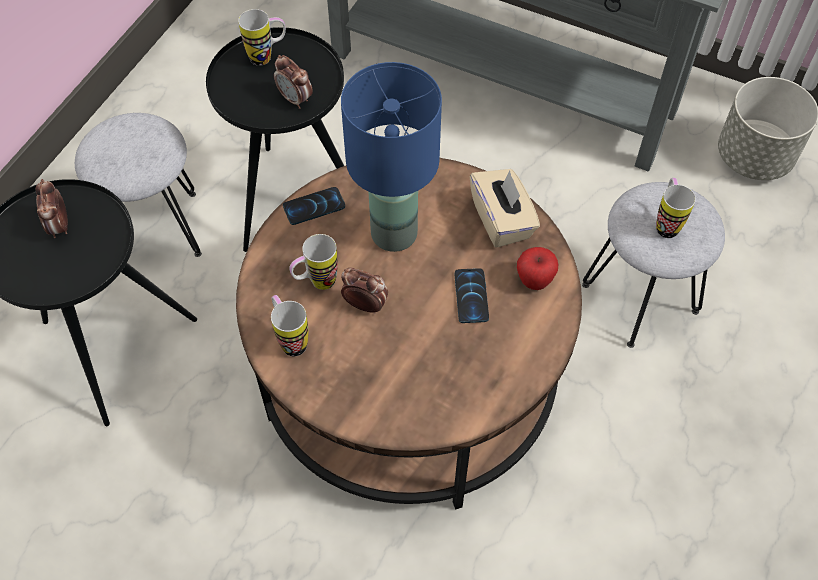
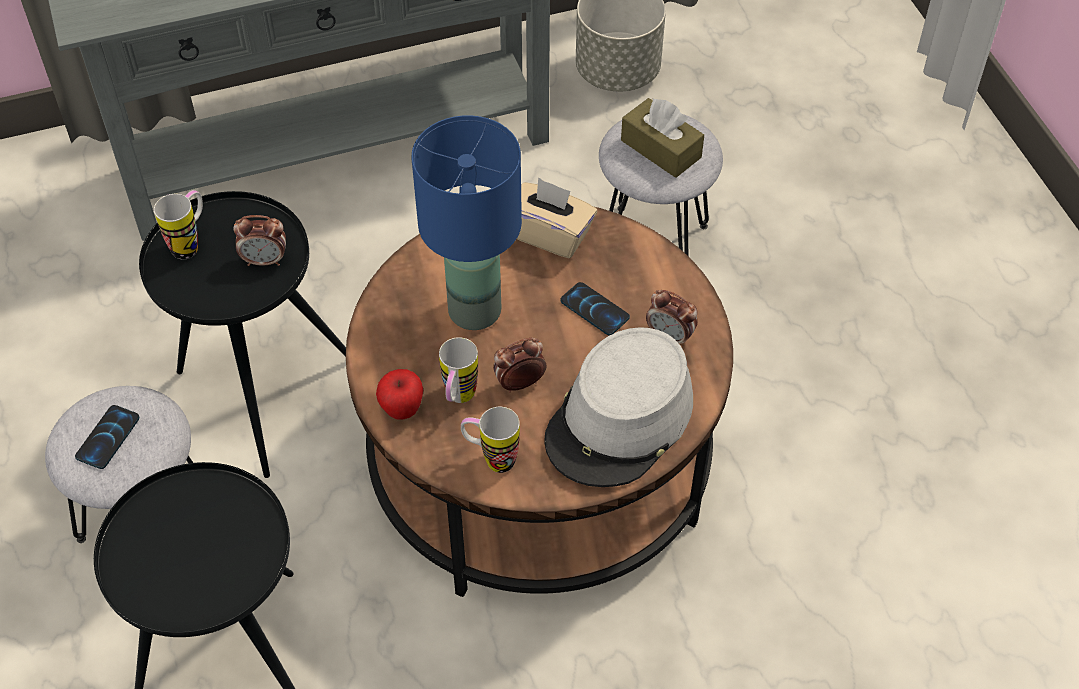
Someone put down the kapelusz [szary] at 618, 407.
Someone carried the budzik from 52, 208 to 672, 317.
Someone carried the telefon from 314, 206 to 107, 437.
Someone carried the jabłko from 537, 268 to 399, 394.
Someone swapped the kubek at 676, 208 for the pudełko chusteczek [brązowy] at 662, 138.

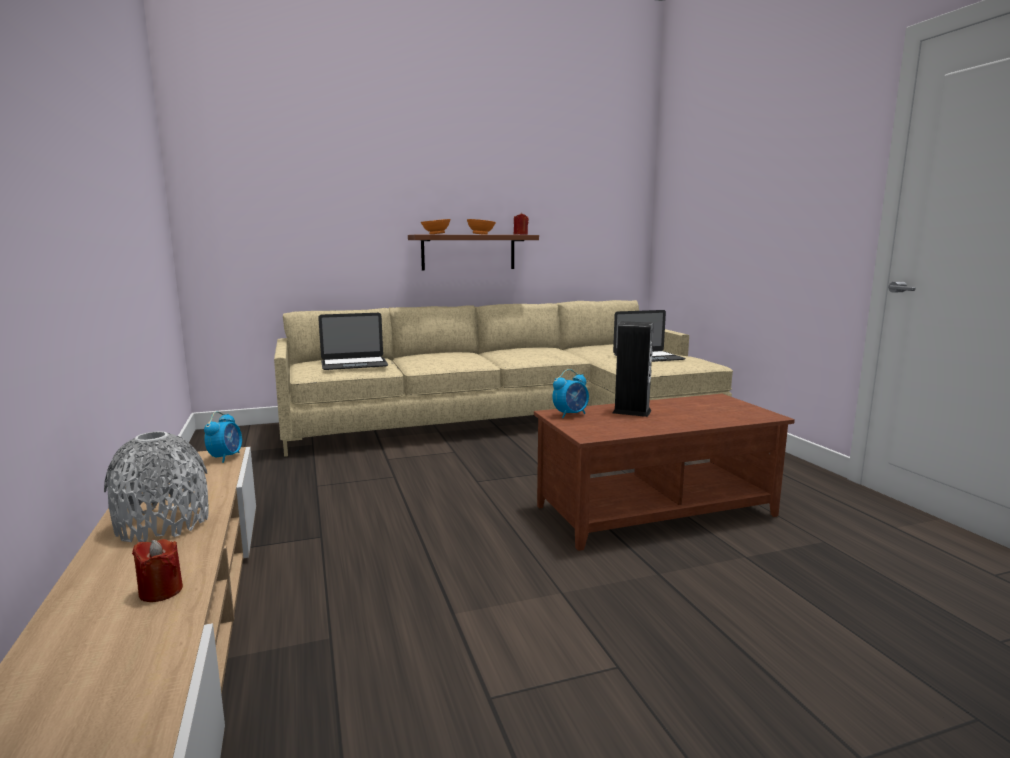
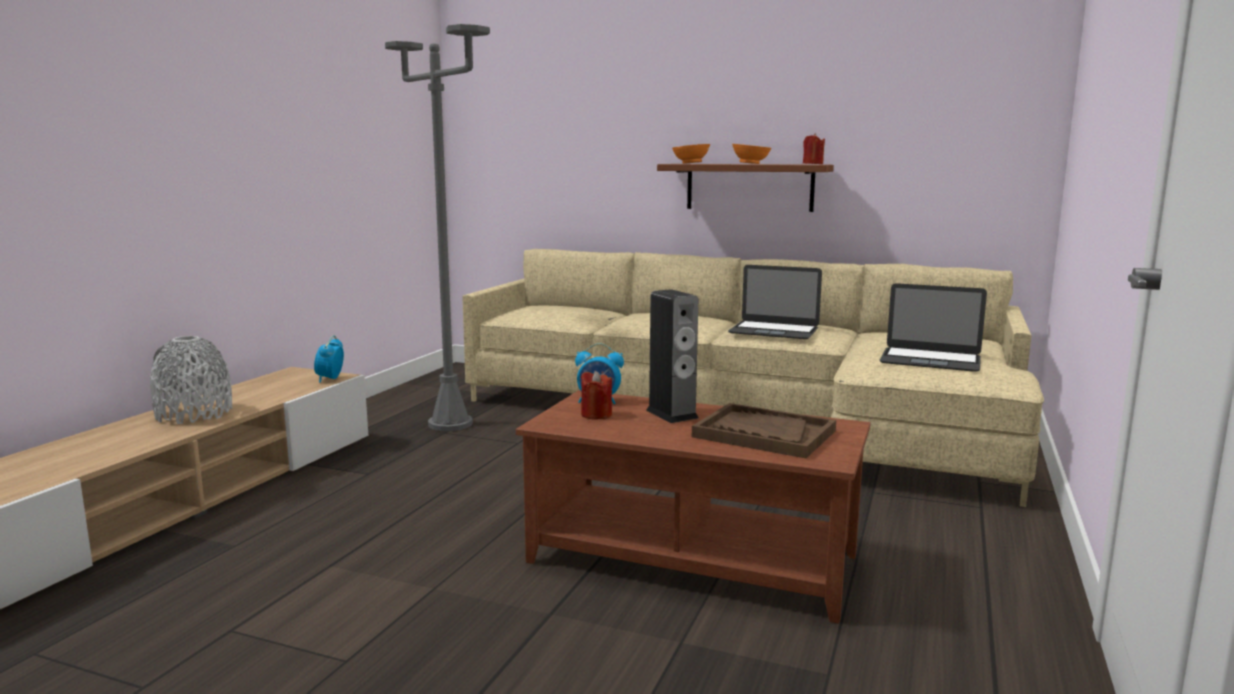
Someone put down the lampa stojąca [szary] at 437, 227.
Someone put down the taca [brązowy] at 764, 430.
Someone carried the świeca [czerwony] from 157, 570 to 596, 395.
Someone carried the laptop from 353, 341 to 775, 302.
Someone rotated the budzik at 223, 437 by 135 degrees clockwise.

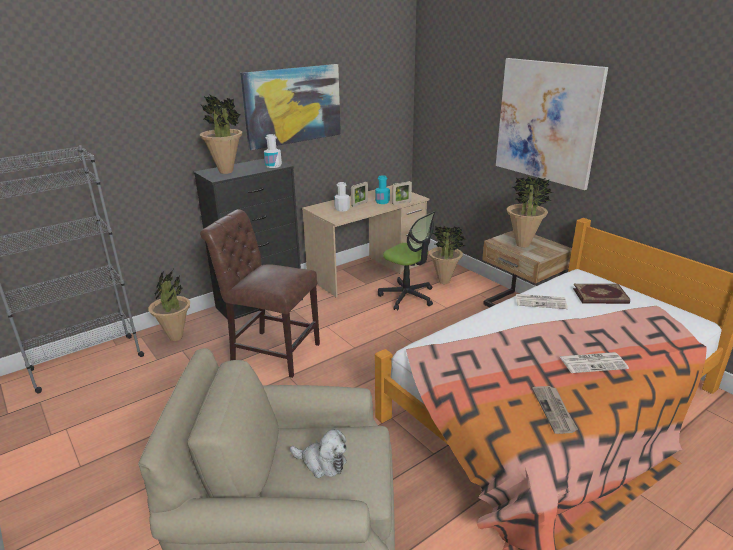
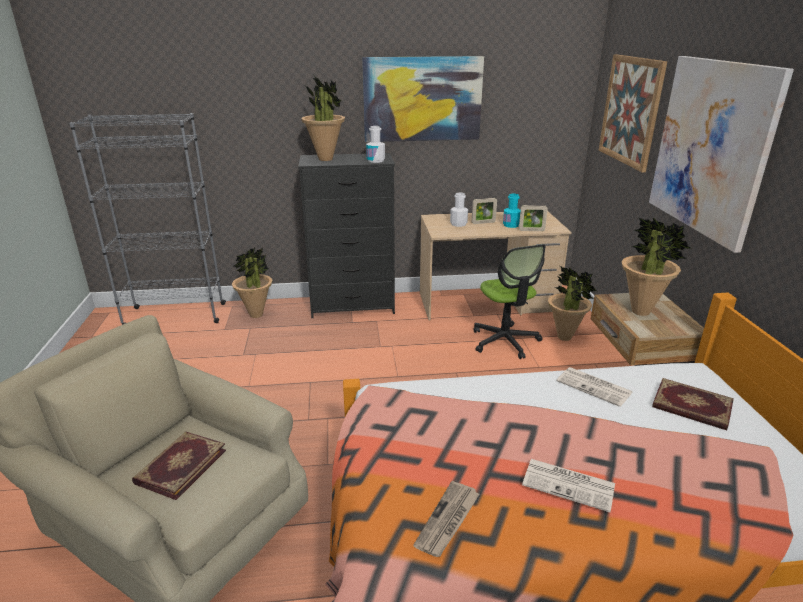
Someone took away the krzesło [brązowy] at 260, 293.
Someone put up the obraz at 633, 113.
Someone swapped the pluszak at 318, 453 for the książka at 179, 465.

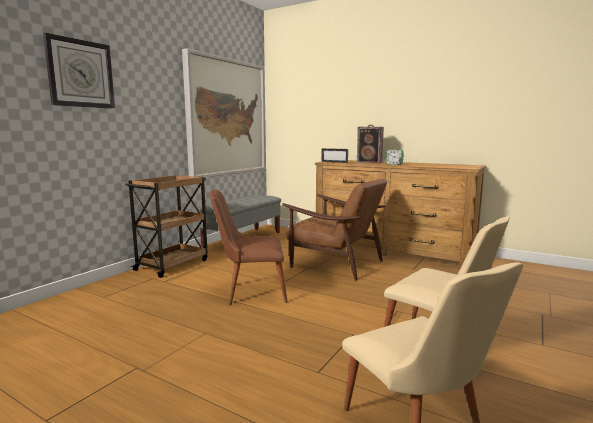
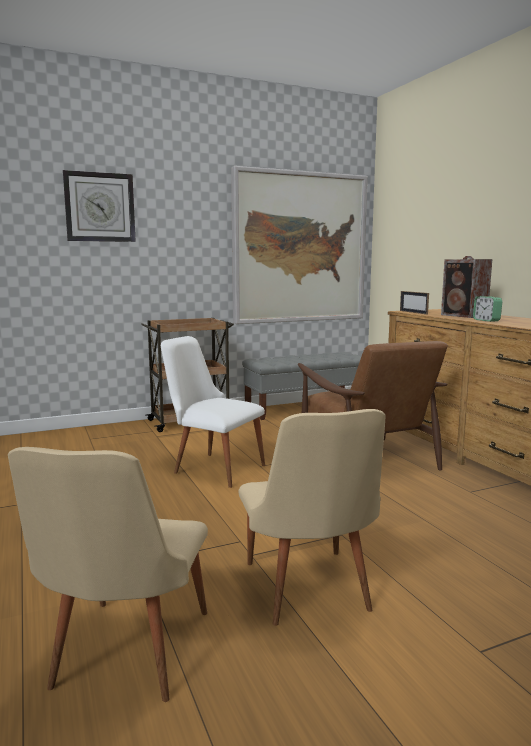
Someone repainted the krzesło [brązowy] at 248, 247, which became the krzesło [biały] at 213, 412.

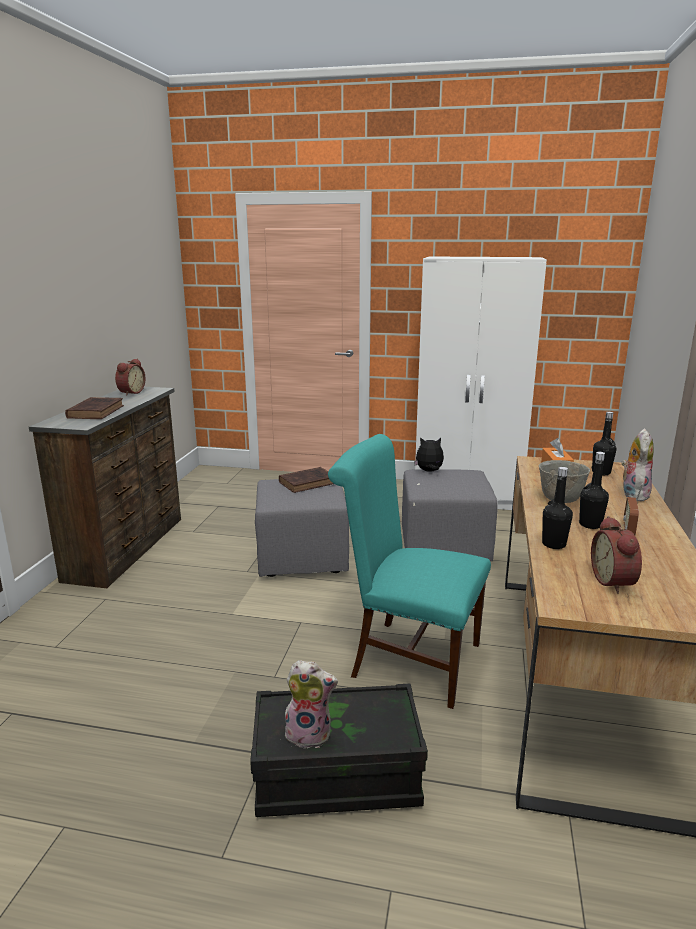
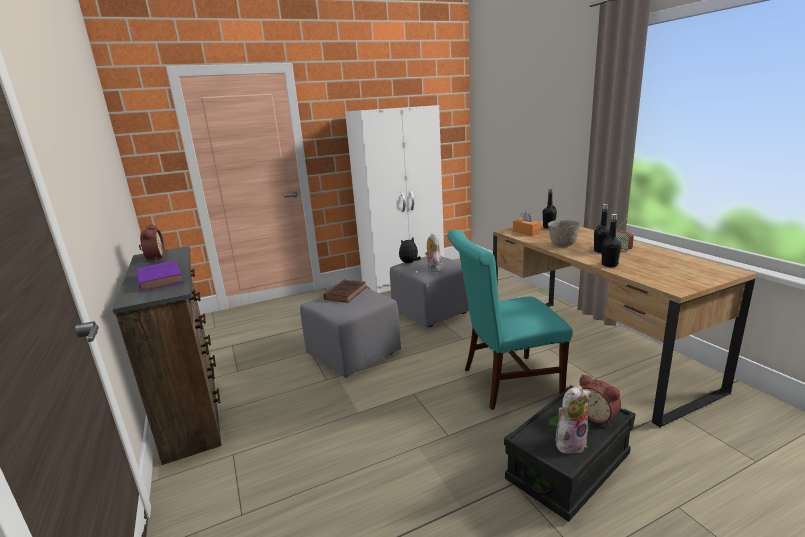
Someone carried the budzik from 616, 555 to 600, 400.
Someone carried the pluszak from 637, 464 to 433, 252.
Someone repainted the książka [brązowy] at 94, 408, which became the książka [fioletowy] at 159, 276.

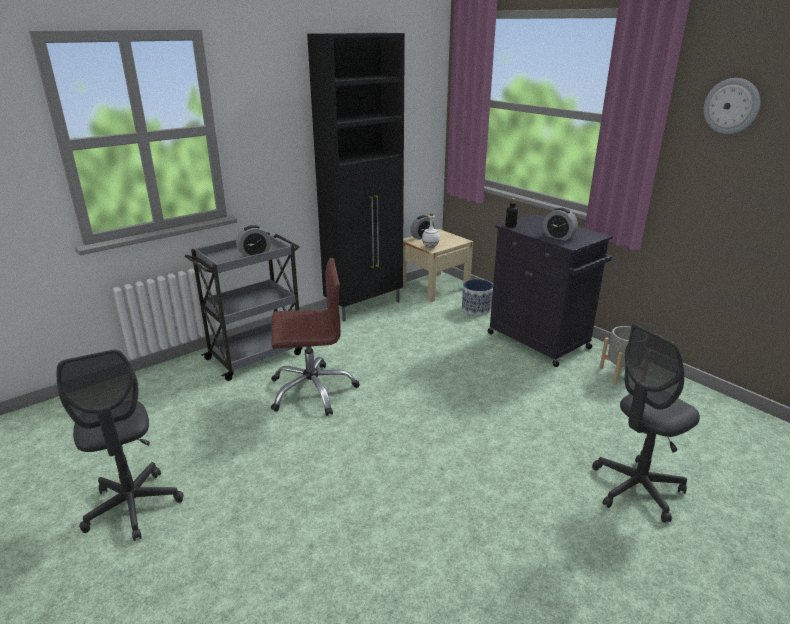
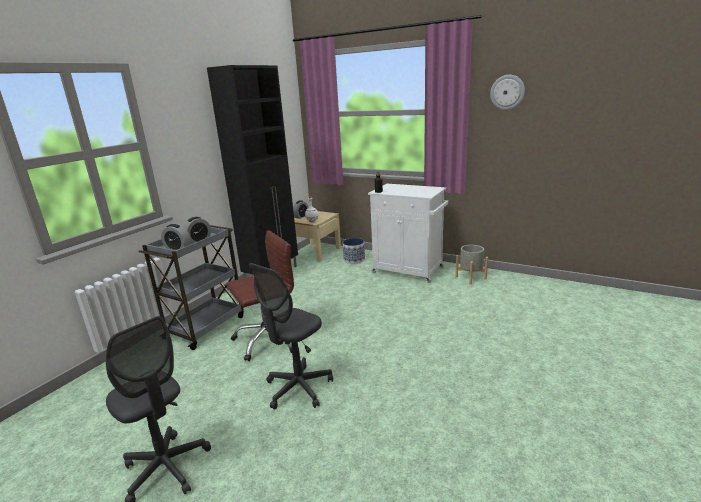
Someone carried the budzik from 560, 224 to 176, 237.
Someone carried the krzesło biurowe [szary] from 646, 423 to 291, 336.
Someone repainted the szafka [czarny] at 550, 290, which became the szafka [biały] at 408, 233.

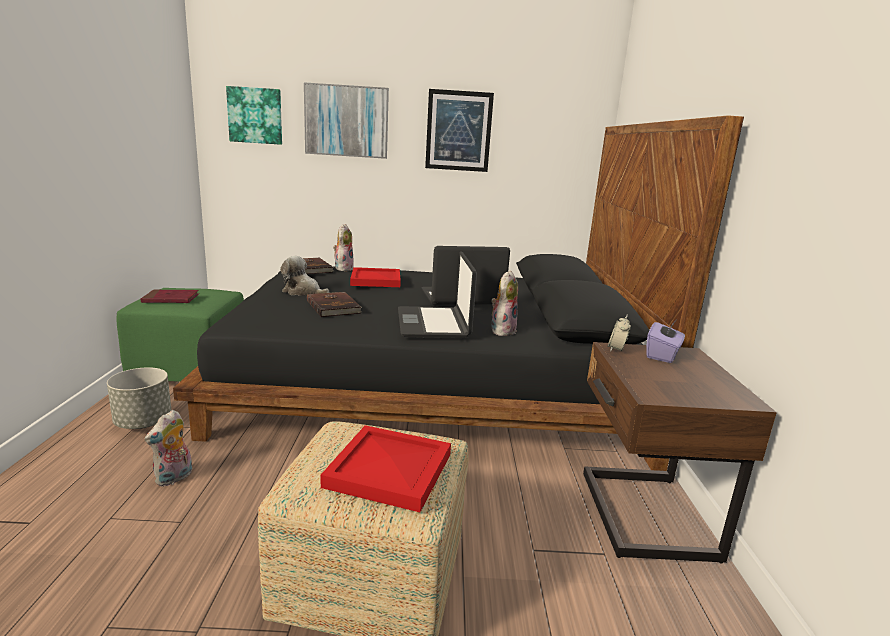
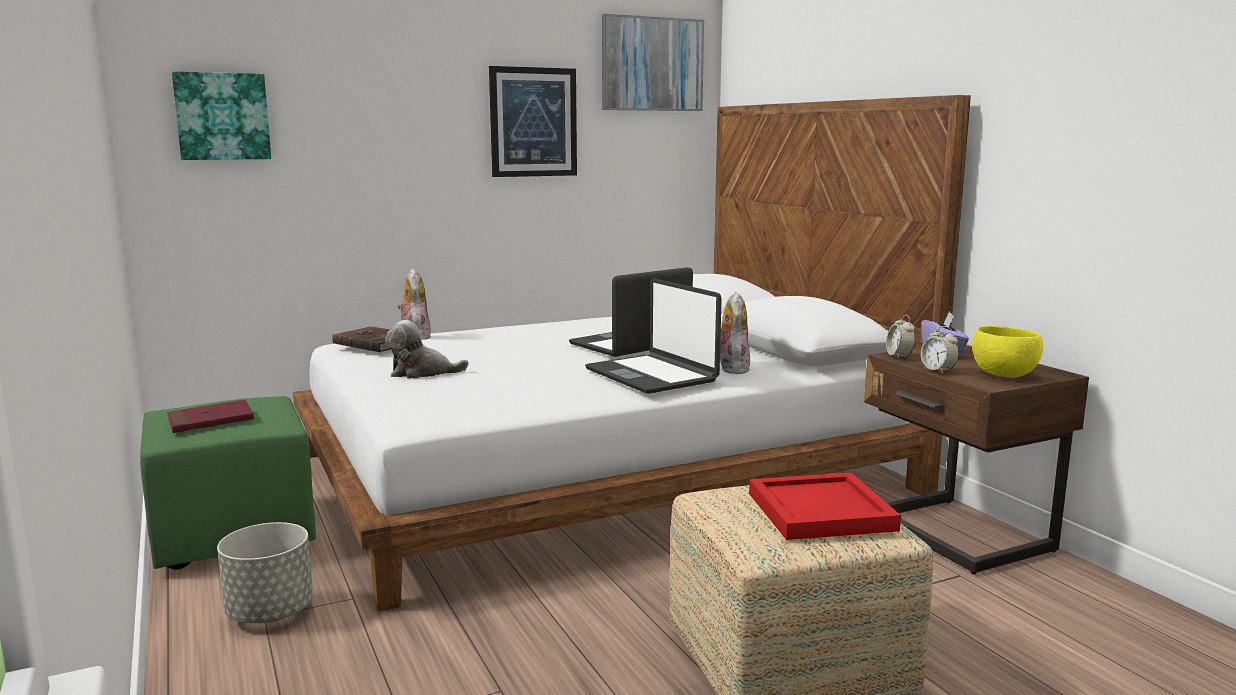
Someone took away the pluszak at 168, 448.
Someone took away the książka [brązowy] at 334, 304.
Someone took away the taca [czerwony] at 375, 277.
Someone put down the budzik at 940, 350.
Someone put down the miska [żółty] at 1007, 352.
Someone carried the obraz from 346, 120 to 653, 62.
Someone repainted the łóżko [czarny] at 458, 293, which became the łóżko [biały] at 632, 353.

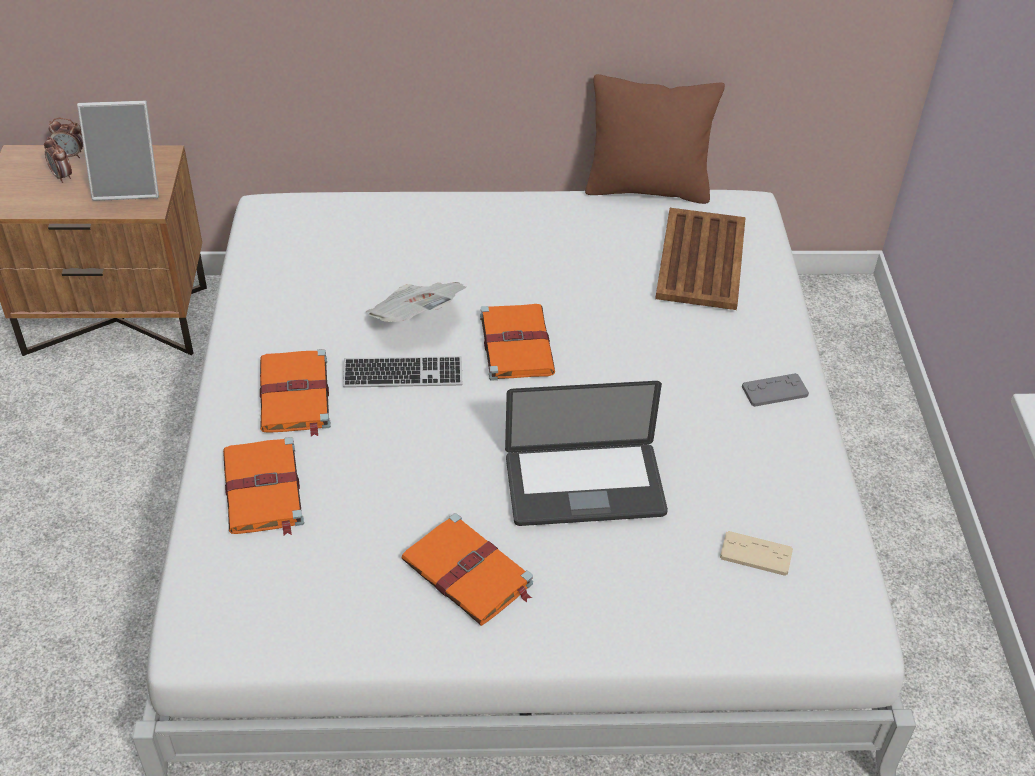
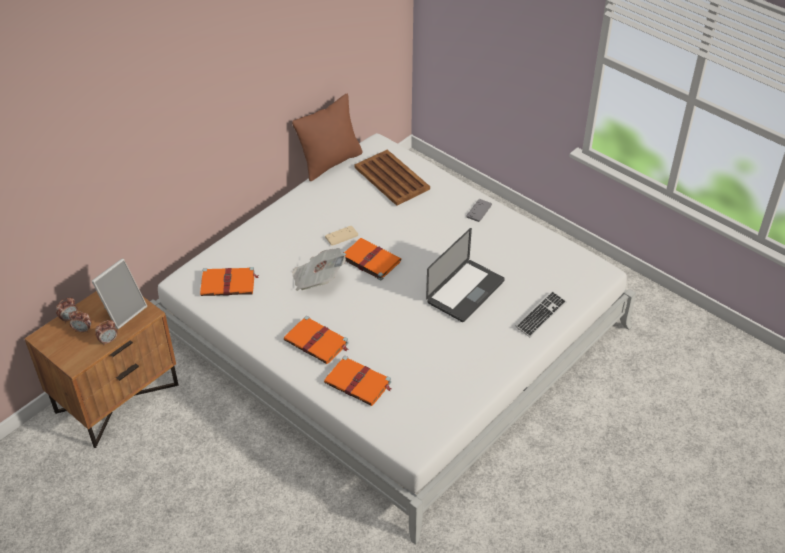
Someone put down the budzik at 106, 332.
Someone carried the klawiatura from 402, 372 to 541, 314.
Someone carried the książka [pomarańczowy] from 467, 569 to 229, 281.
Someone carried the pad do gier [beżowy] from 756, 553 to 341, 236.

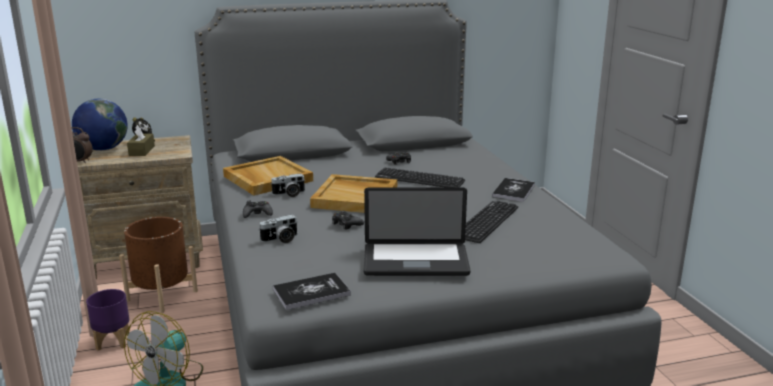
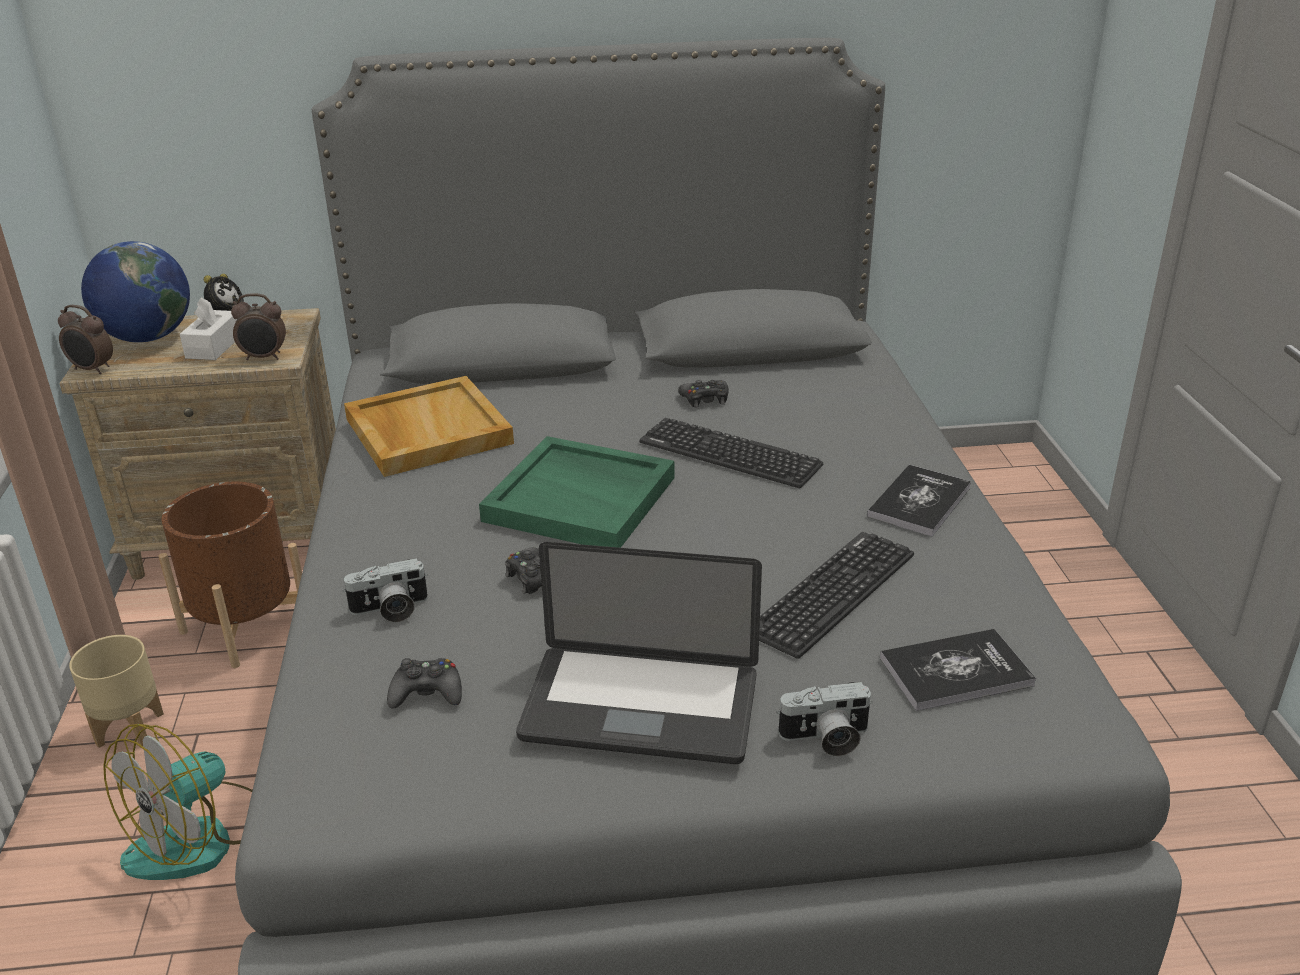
Someone put down the budzik at 258, 326.
Someone carried the pad do gier [czarny] from 258, 209 to 424, 683.
Someone carried the aparat fotograficzny from 287, 185 to 824, 719.
Someone carried the książka from 312, 291 to 958, 670.
Someone repainted the donica [fioletowy] at 108, 320, which became the donica [beżowy] at 116, 691.
Someone repainted the pudełko chusteczek [brązowy] at 141, 140, which became the pudełko chusteczek [biały] at 208, 328.
Someone repainted the taca [beżowy] at 353, 193, which became the taca [zielony] at 576, 492.

